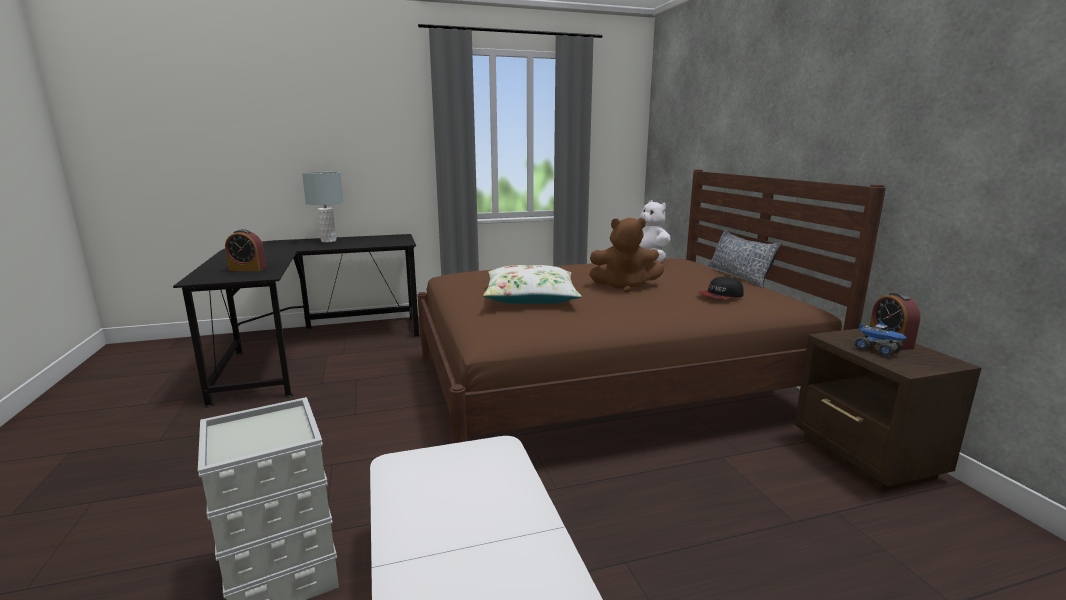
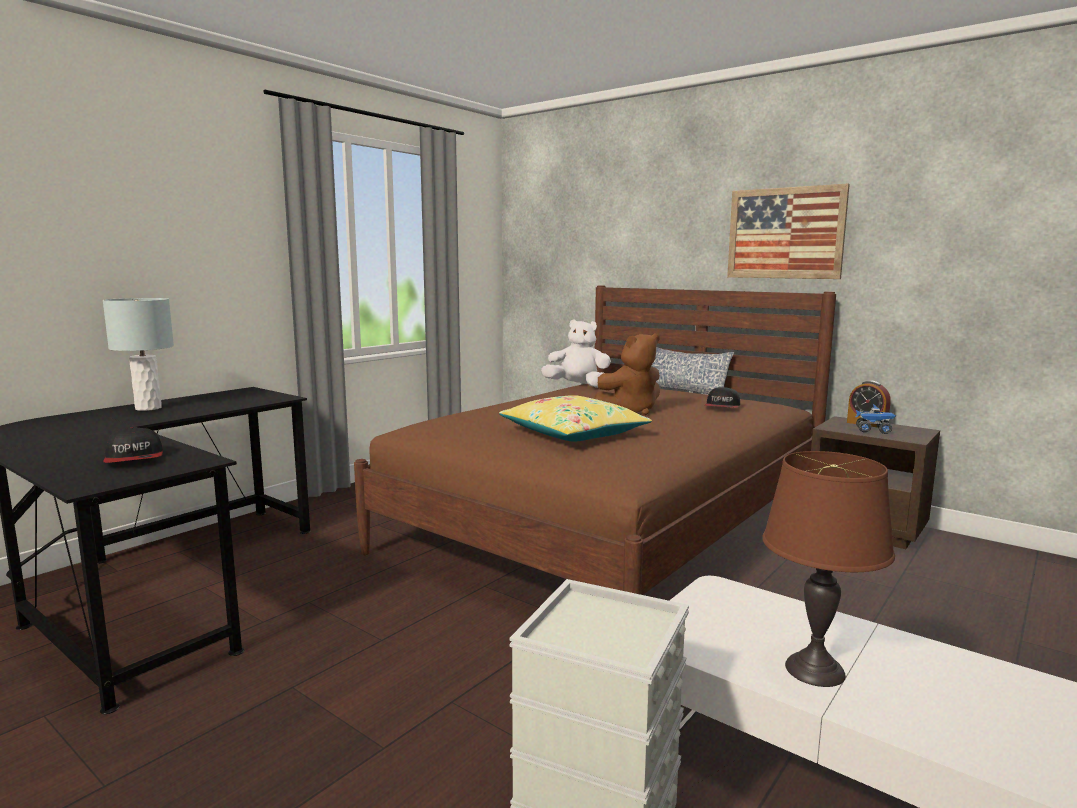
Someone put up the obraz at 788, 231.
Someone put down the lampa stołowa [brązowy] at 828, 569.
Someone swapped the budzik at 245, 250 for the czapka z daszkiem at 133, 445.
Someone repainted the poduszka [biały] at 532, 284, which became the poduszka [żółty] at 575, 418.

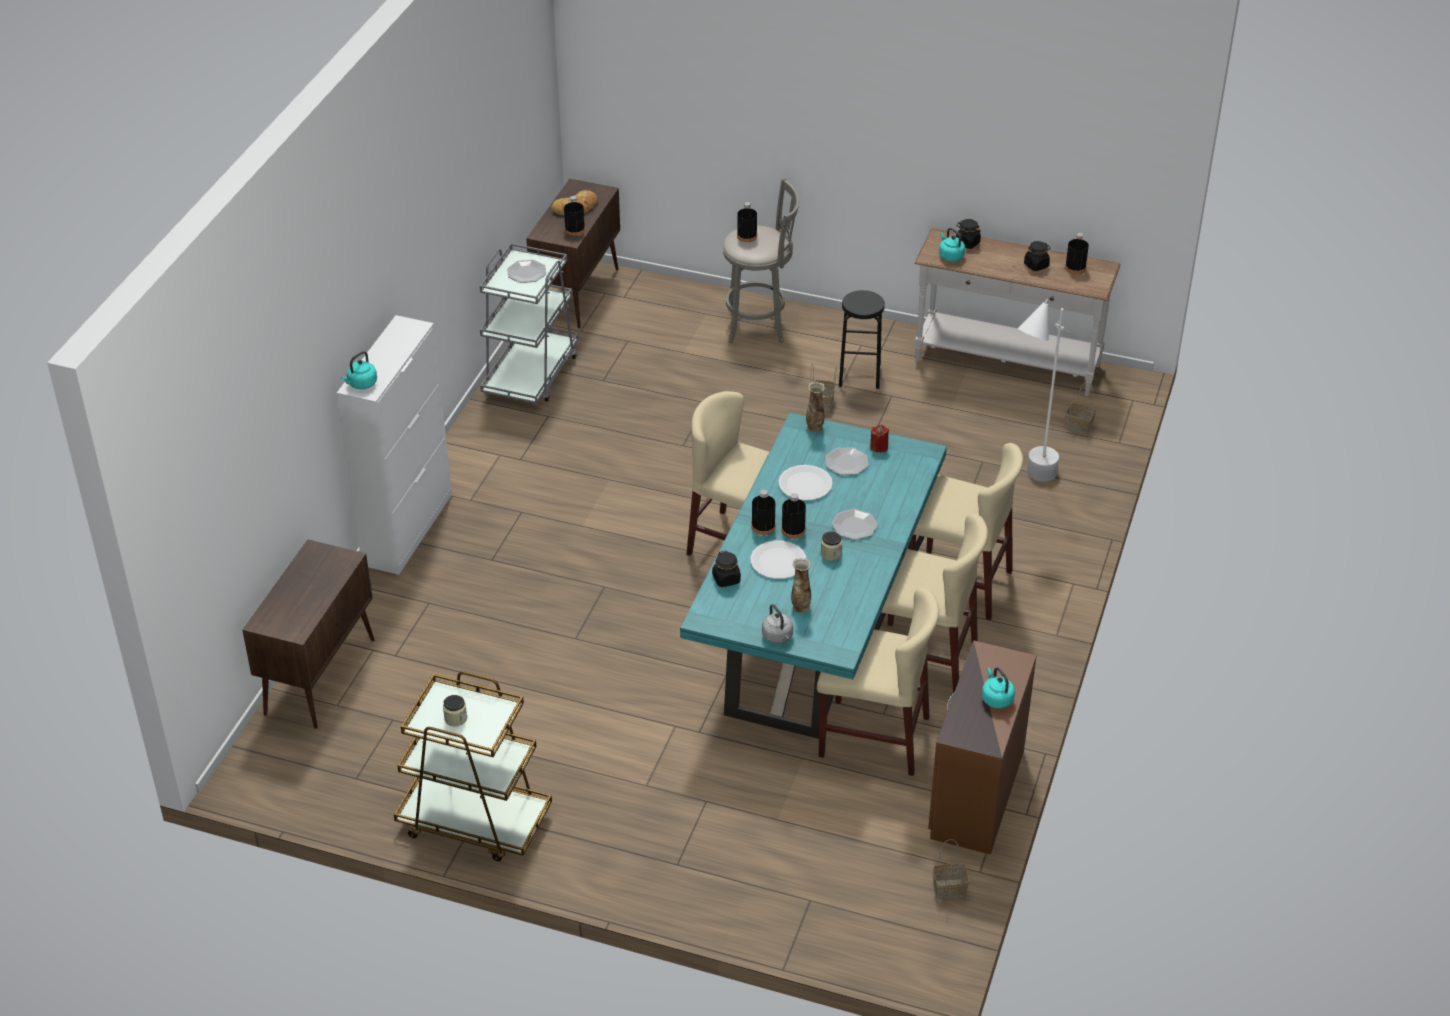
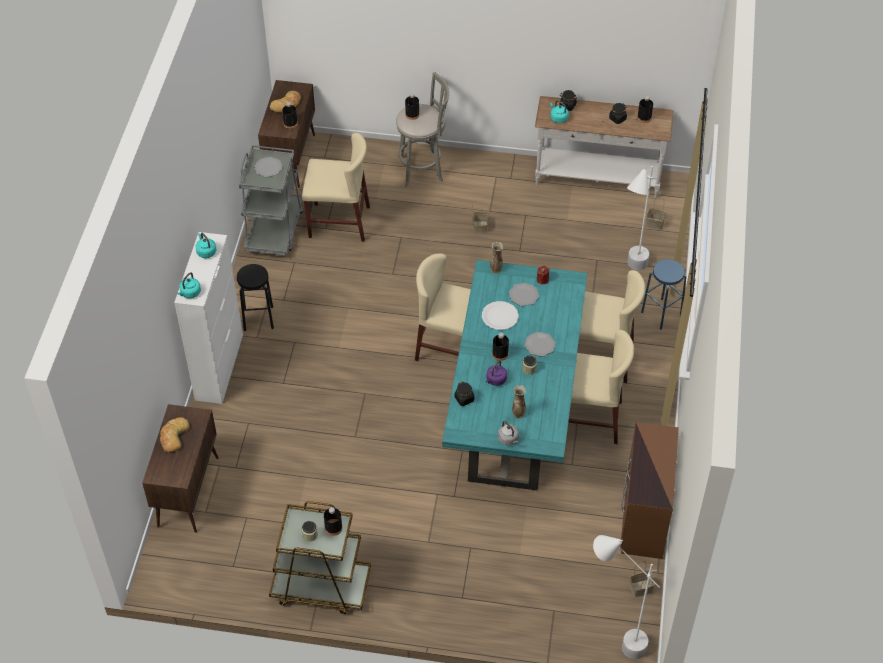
Someone put down the chleb at 174, 434.
Someone put down the lampa stojąca [biały] at 626, 597.
Someone put down the stołek [niebieski] at 663, 294.
Someone carried the butelka [czarny] from 763, 512 to 333, 521.
Someone carried the krzesło [beżowy] from 878, 682 to 336, 187.
Someone carried the stołek [czarny] from 862, 339 to 255, 297.
Someone carried the czajnik [turkusowy] from 998, 688 to 206, 245.
Someone swapped the talerz [biały] at 778, 559 for the czajnik [fioletowy] at 496, 373.

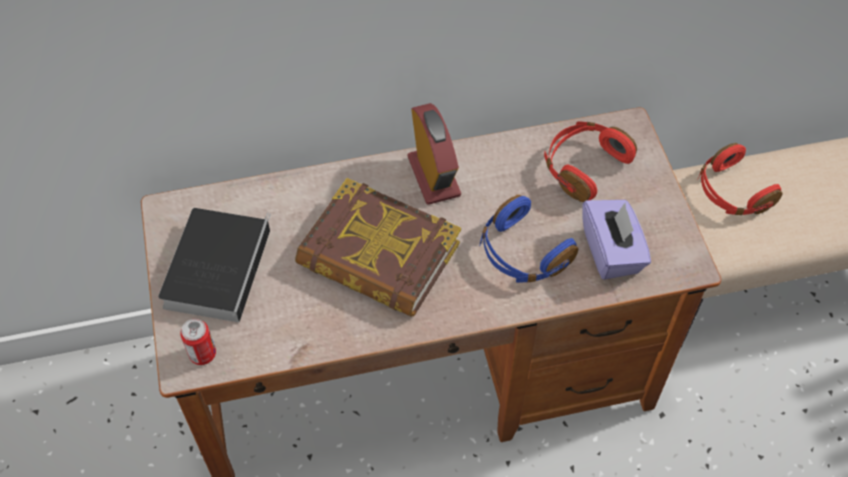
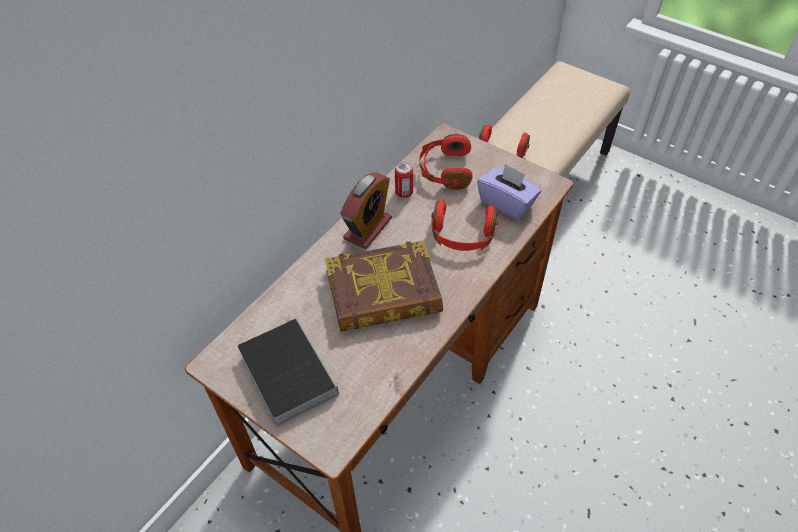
Someone carried the puszka from 198, 342 to 404, 180.
Someone repainted the słuchawki [niebieski] at 529, 239, which became the słuchawki [czerwony] at 465, 225.
Someone rotated the budzik at 434, 154 by 90 degrees clockwise.

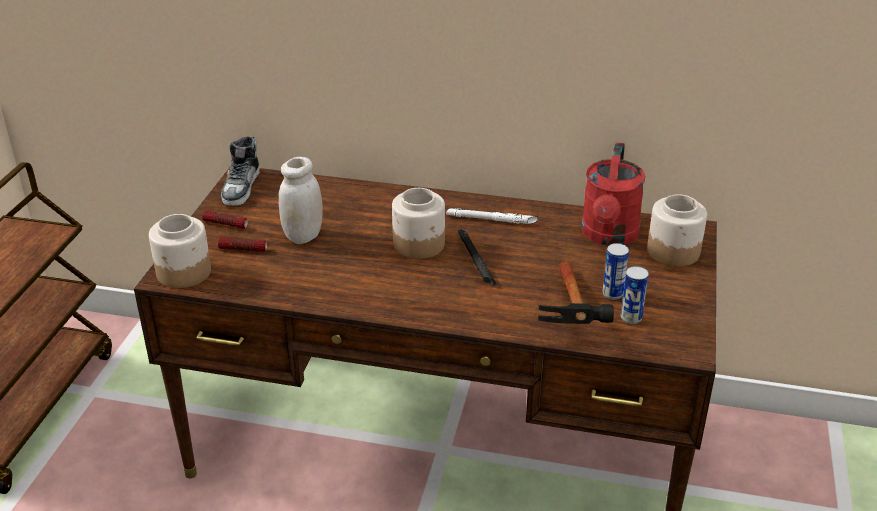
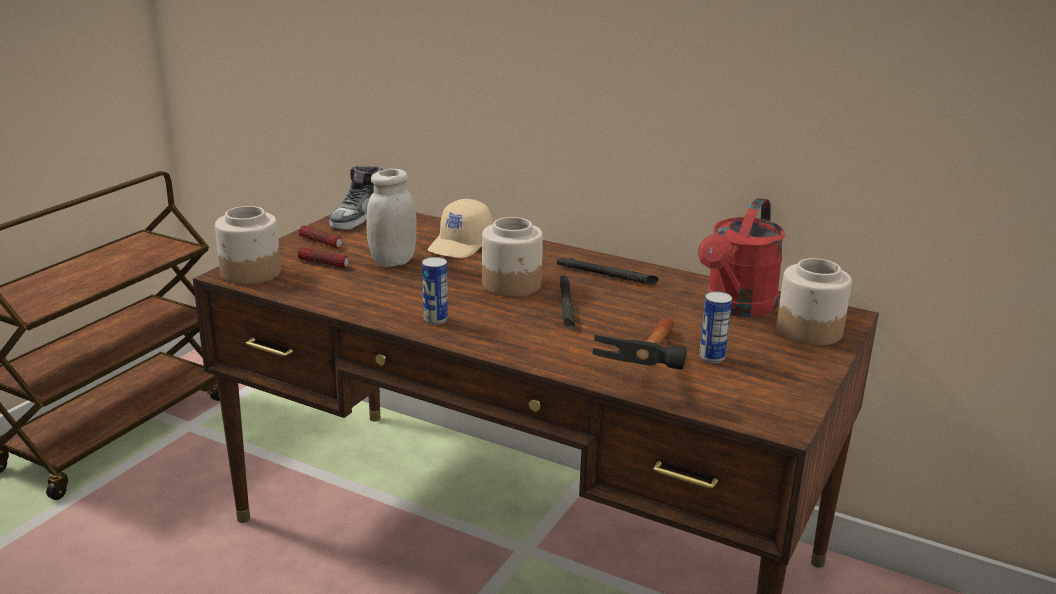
Someone put down the czapka z daszkiem [beżowy] at 460, 228.
Someone carried the puszka from 635, 295 to 435, 291.
Someone repainted the latarka [biały] at 492, 216, which became the latarka [czarny] at 608, 271.

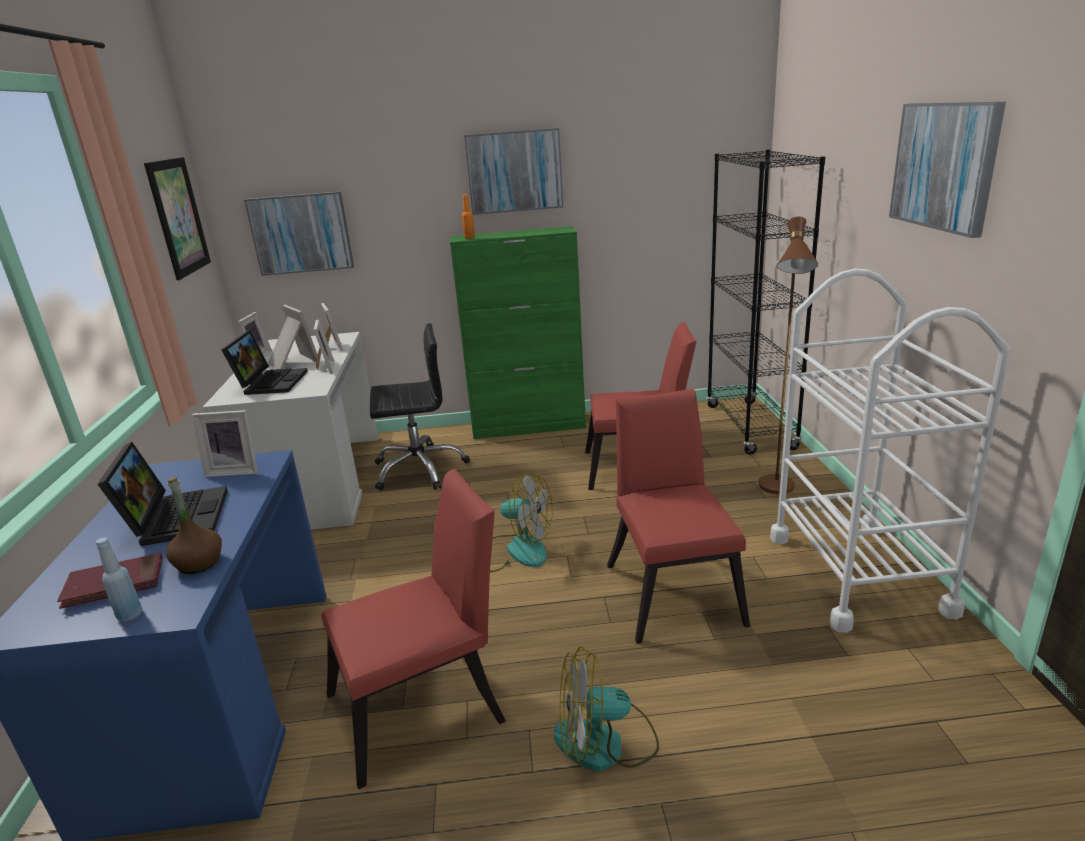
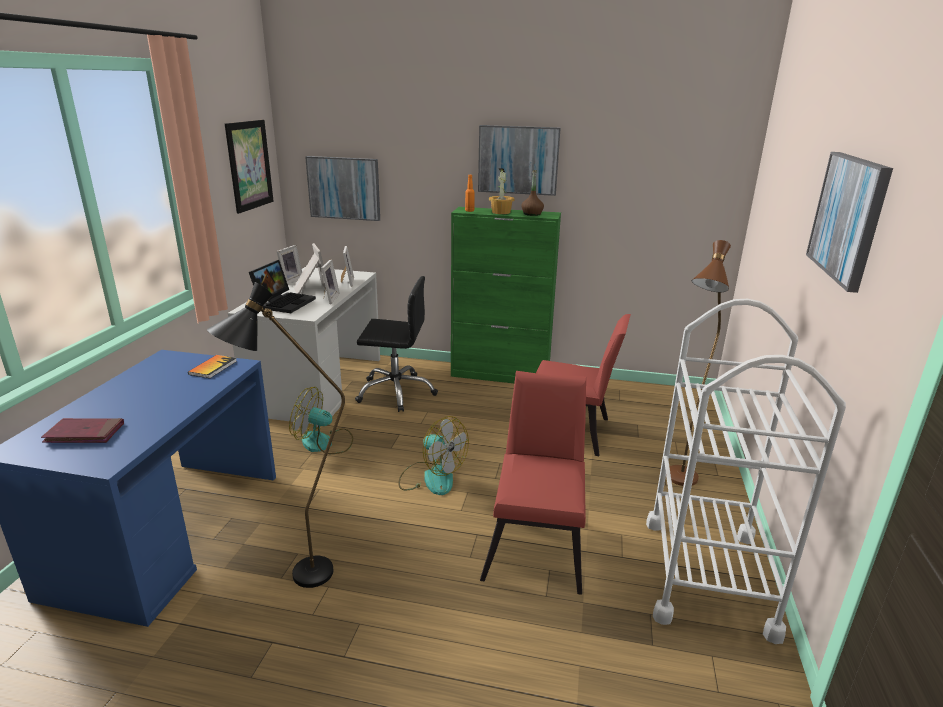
Someone took away the butelka [niebieski] at 119, 579.
Someone took away the laptop at 162, 494.
Someone took away the regał [czarny] at 765, 302.
Someone put down the roślina doniczkowa at 502, 191.
Someone carried the butelka [brązowy] from 194, 525 to 532, 193.
Someone carried the wentylator from 606, 708 to 321, 420.
Someone swapped the ramka na zdjęcie at 225, 443 for the książka at 212, 366.
Someone swapped the krzesło [czerwony] at 414, 629 for the lampa stojąca [czarny] at 276, 435.

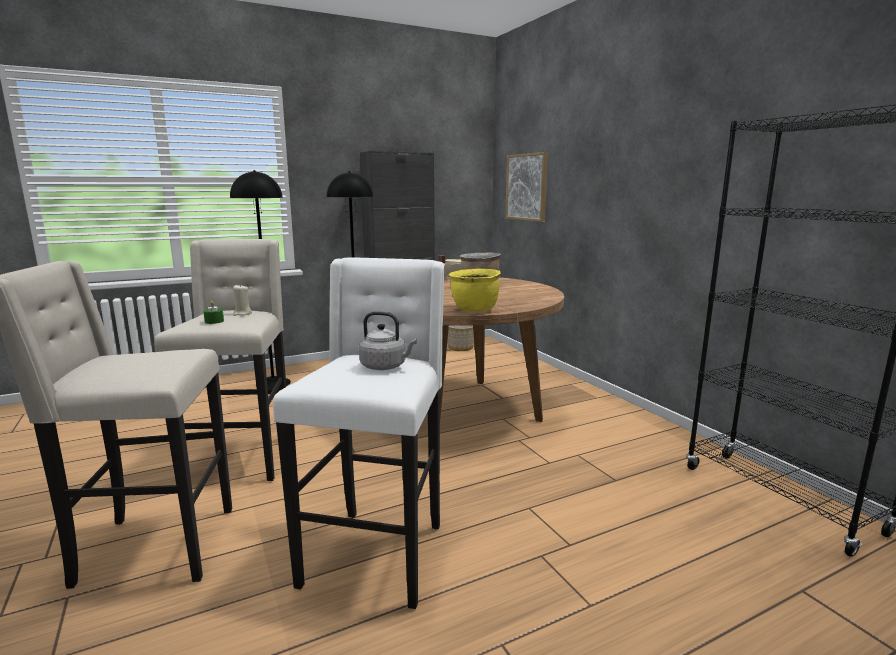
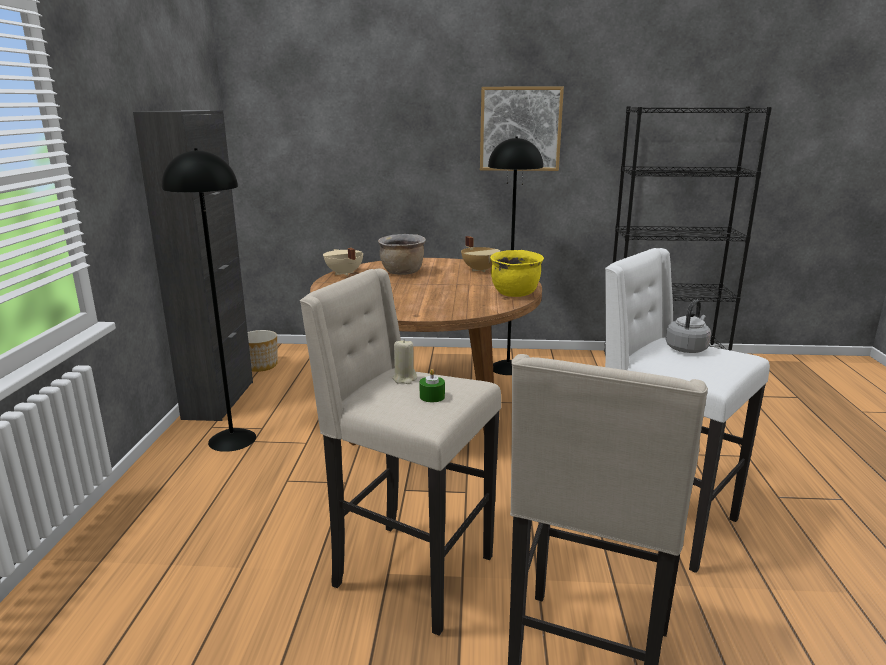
Someone put down the garnek [beżowy] at 480, 254.
Someone carried the lampa stojąca [czarny] from 260, 279 to 515, 255.
Someone carried the obraz from 526, 187 to 522, 129.

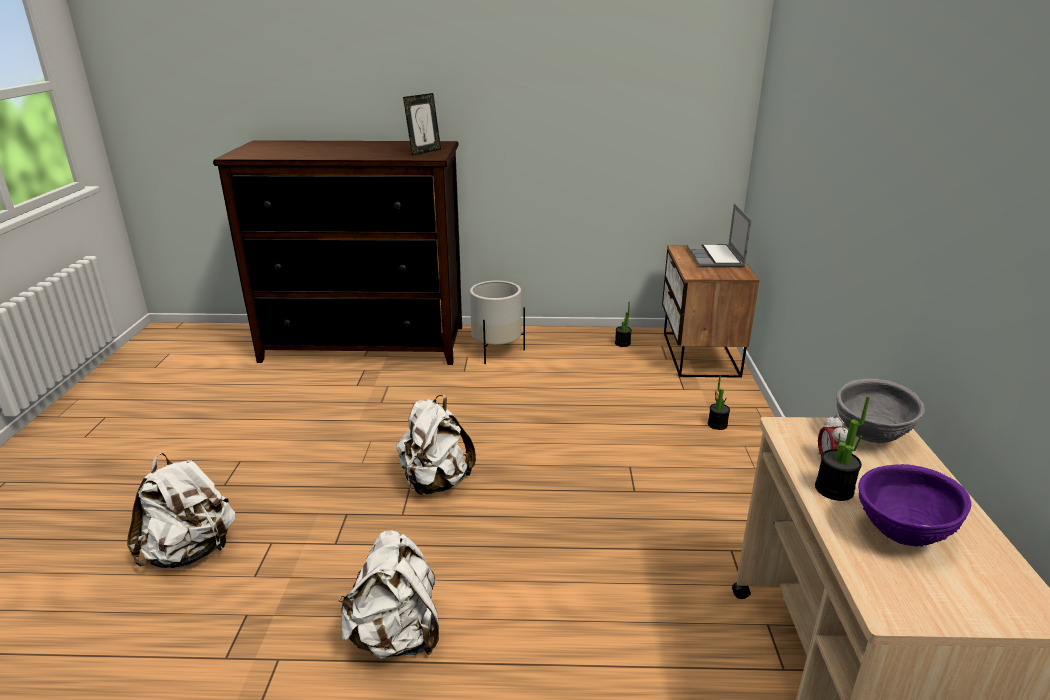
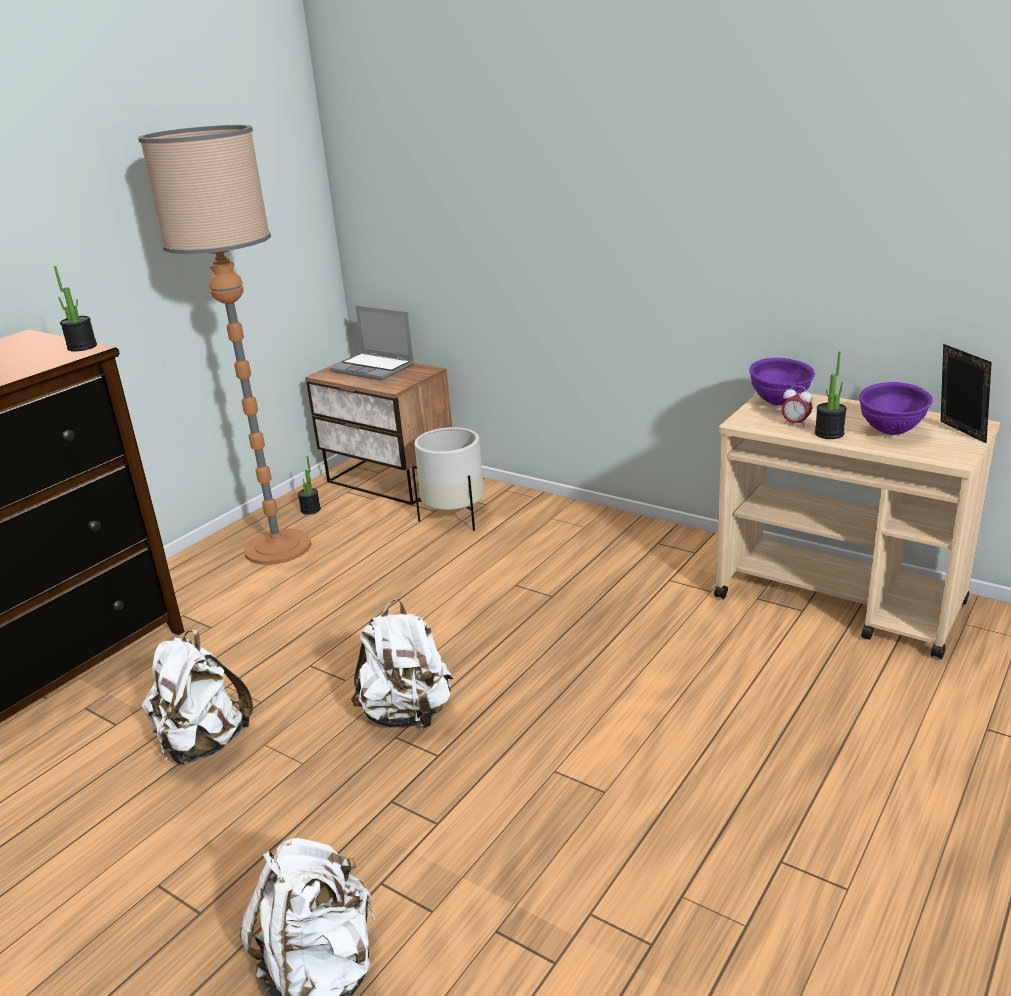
Someone put down the lampa stojąca at 224, 345.
Someone carried the plecak [biały] from 389, 594 to 197, 697.
Someone carried the ramka na zdjęcie from 422, 124 to 966, 394.
Someone carried the donica [biały] from 497, 322 to 448, 479.
Someone carried the roślina doniczkowa from 719, 402 to 75, 309.
Someone repainted the miska [szary] at 880, 411, which became the miska [fioletowy] at 782, 382.

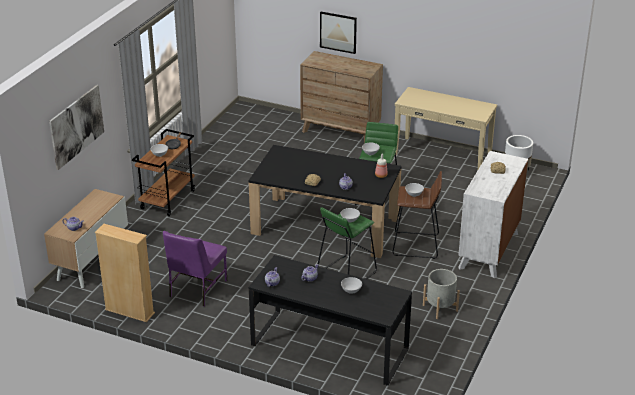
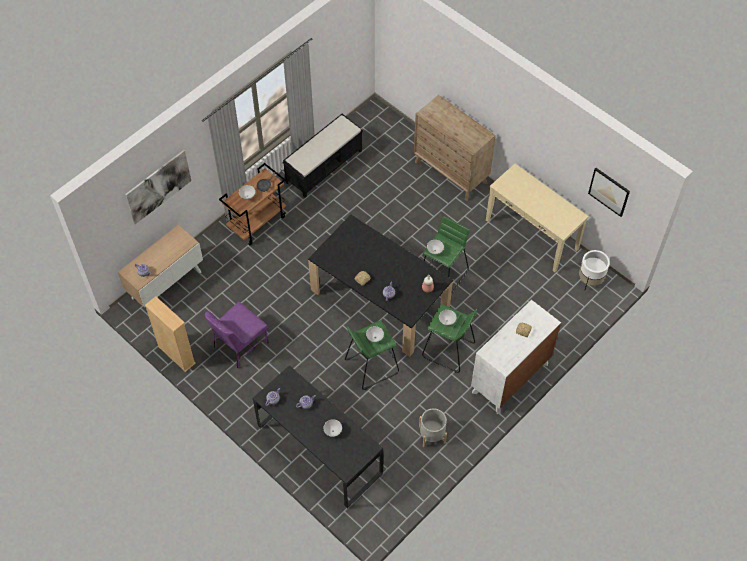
Someone put down the ławka [czarny] at 322, 156.
Someone carried the obraz from 338, 33 to 609, 192.
Someone repainted the stołek [brązowy] at 417, 215, which became the stołek [zielony] at 450, 338.

